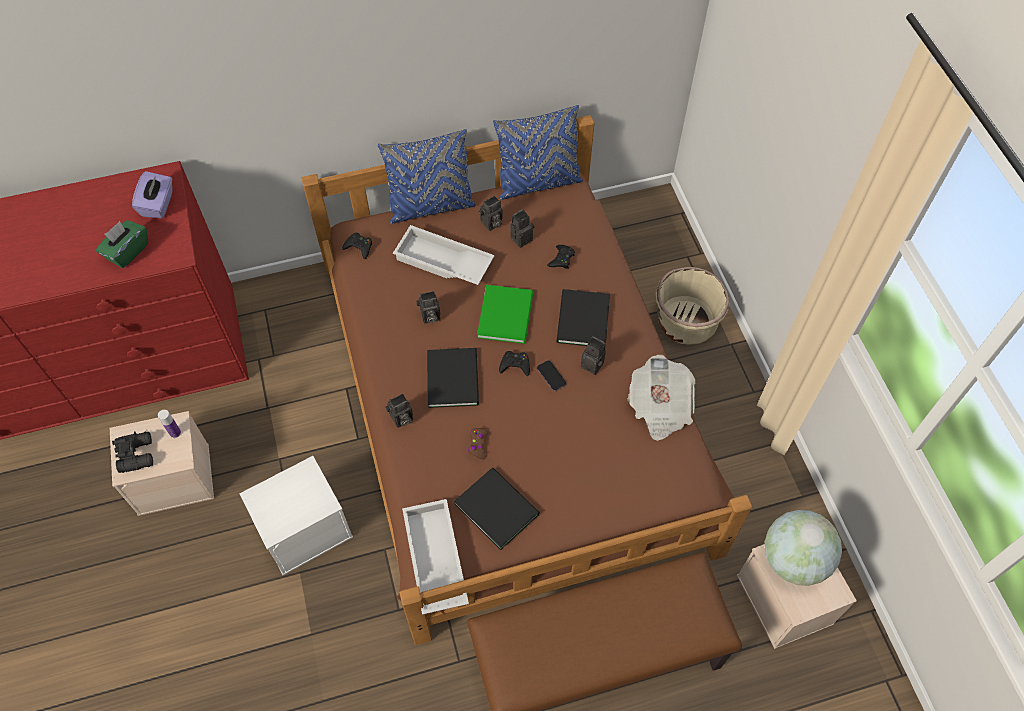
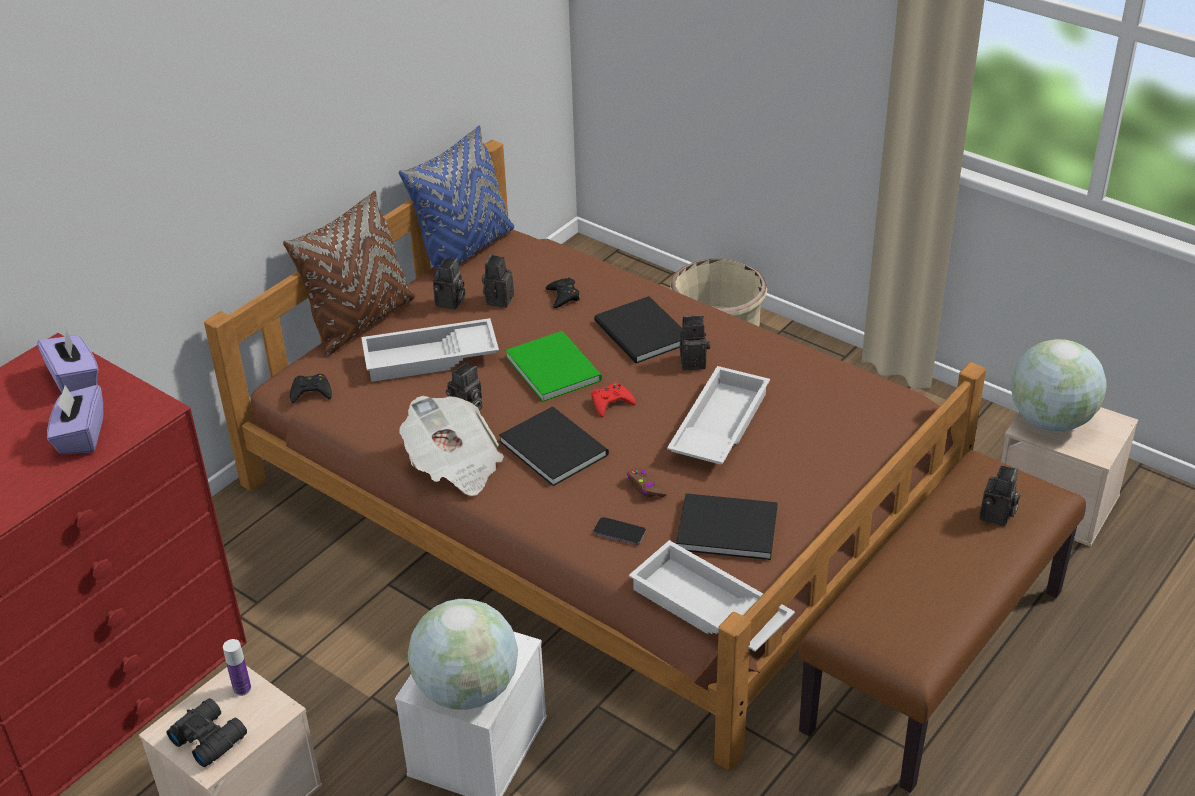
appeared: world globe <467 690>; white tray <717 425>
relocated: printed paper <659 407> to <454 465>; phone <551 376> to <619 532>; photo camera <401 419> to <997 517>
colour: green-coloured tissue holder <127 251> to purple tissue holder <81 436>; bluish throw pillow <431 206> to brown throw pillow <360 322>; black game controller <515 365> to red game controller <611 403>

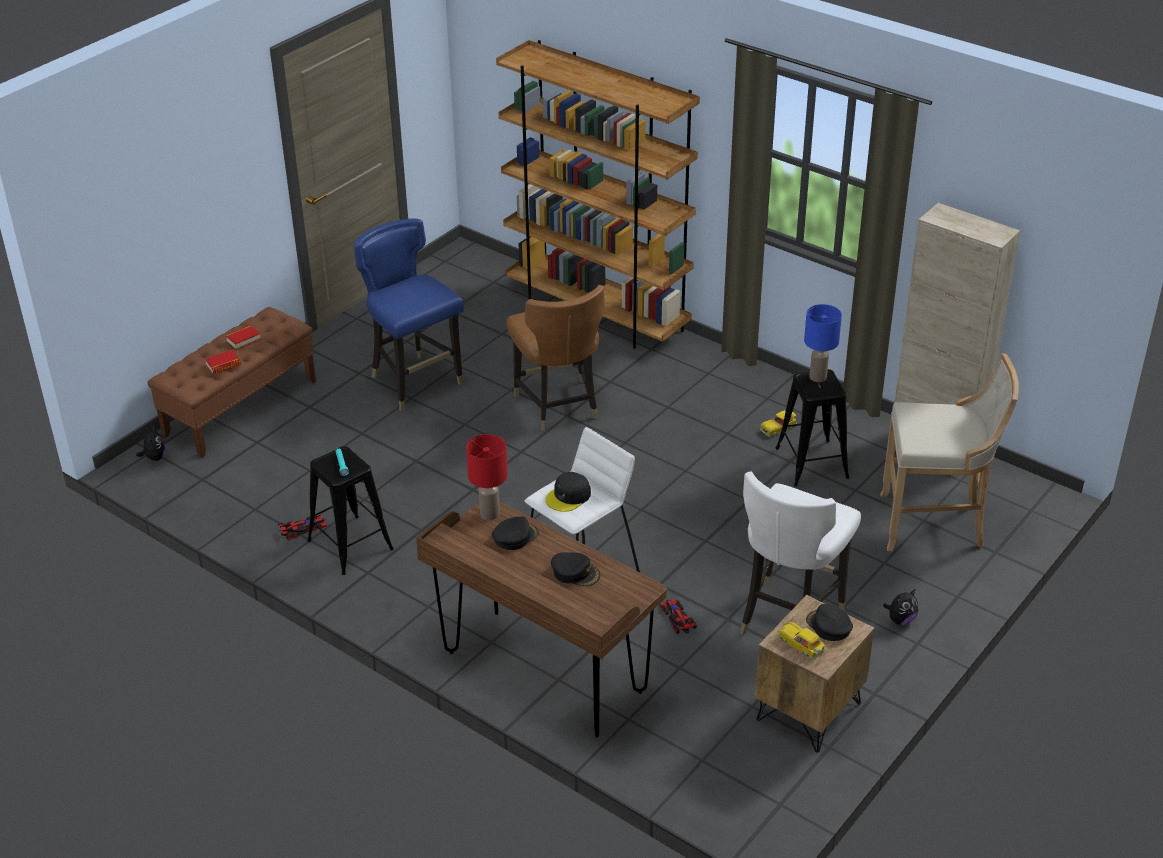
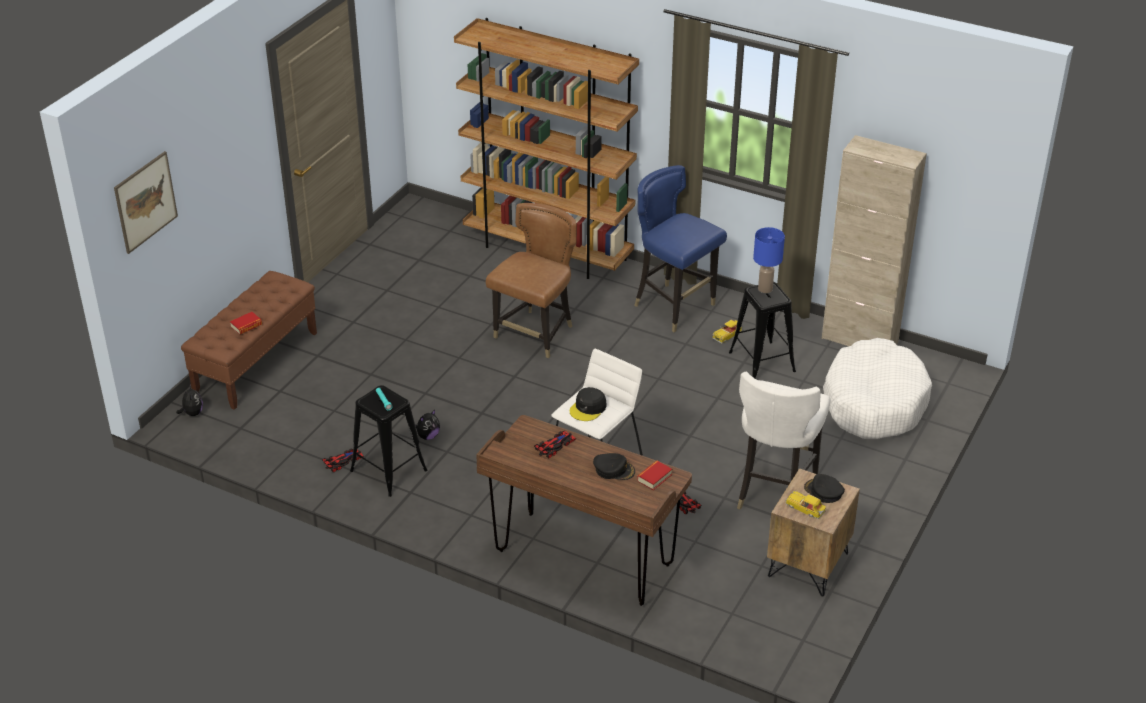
missing: red table lamp <490 514>
appeared: picture <145 202>
relocated: plush toy <900 620> to <428 436>; bluish chair <415 383> to <674 307>; bound book <243 340> to <654 478>
exchanged: black peaked cap <515 537> to miniature car <555 445>; sand-coloured stool <935 524> to white pet bed <874 402>
spun: brown chair <558 405> = <535 334> 120 degrees counterclockwise

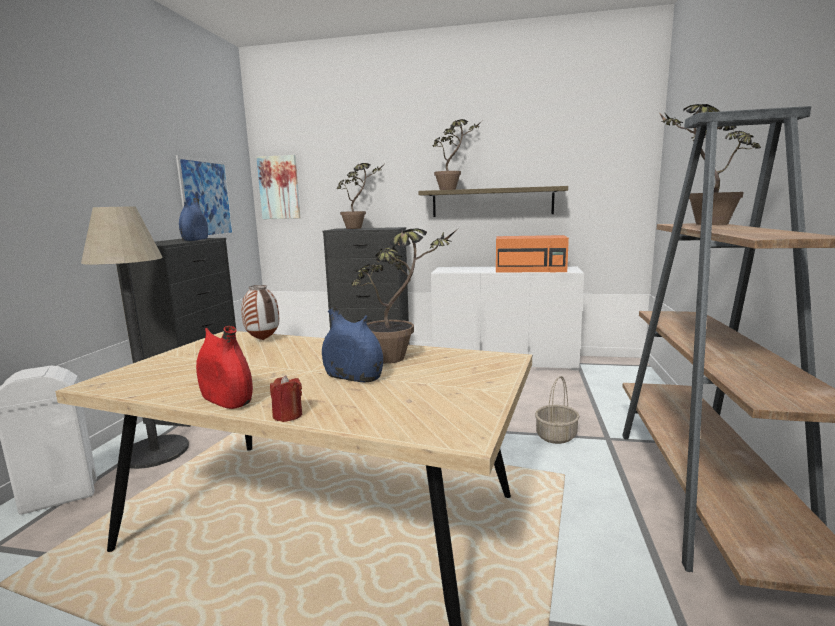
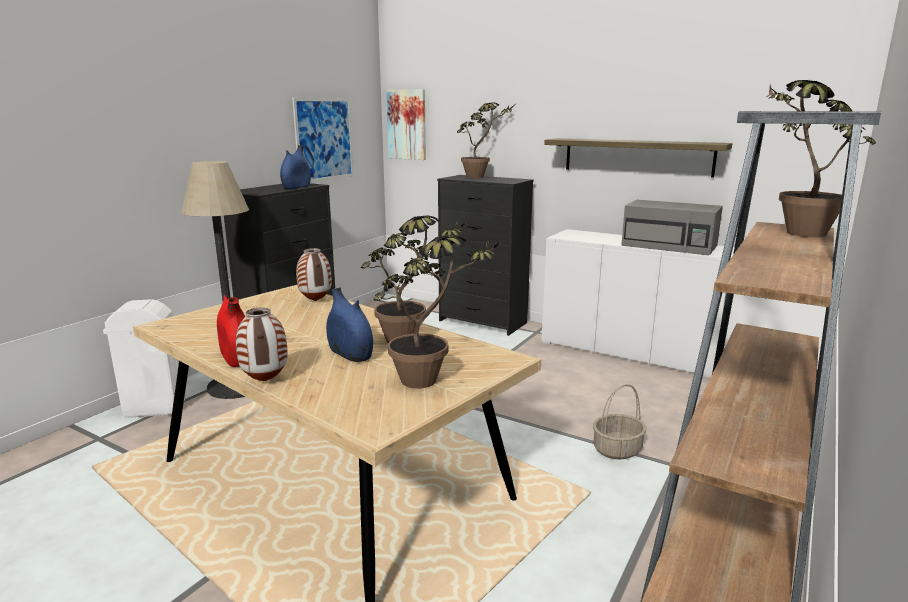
relocated: potted plant <453 189> to <432 381>
exchanged: red wax light <287 415> to vase <266 381>
colour: orange microwave oven <531 269> to gray microwave oven <670 245>

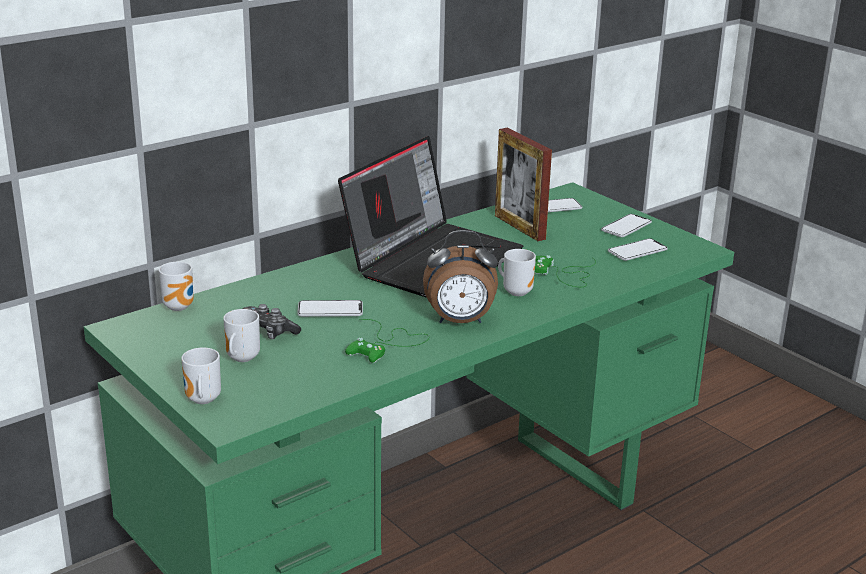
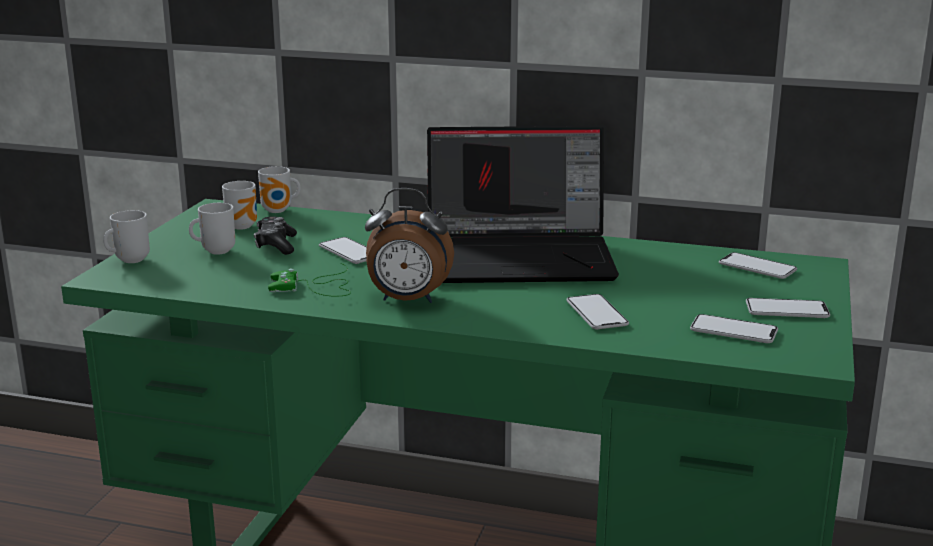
missing: picture frame <519 227>
relocated: mug <516 291> to <244 226>
exchanged: green-coloured game controller <563 275> to phone <596 313>
spun: alarm clock <460 321> = <408 300> 45 degrees counterclockwise

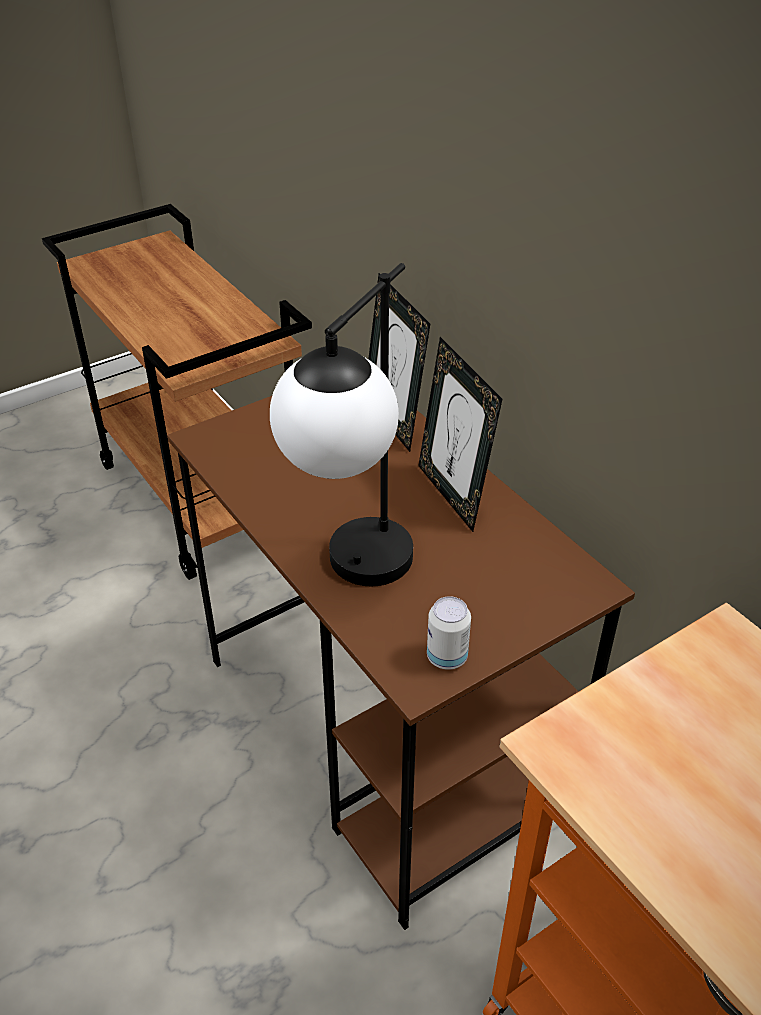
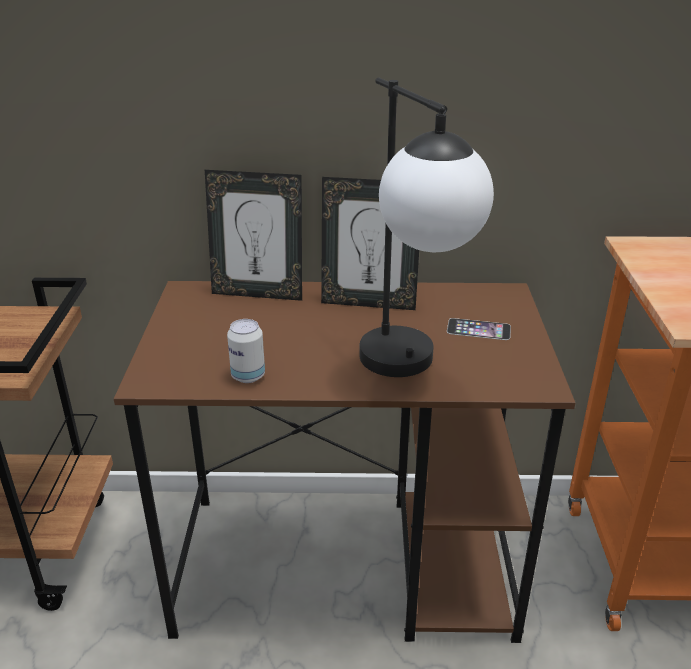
appeared: phone <478 329>
relocated: can <447 657> to <248 376>

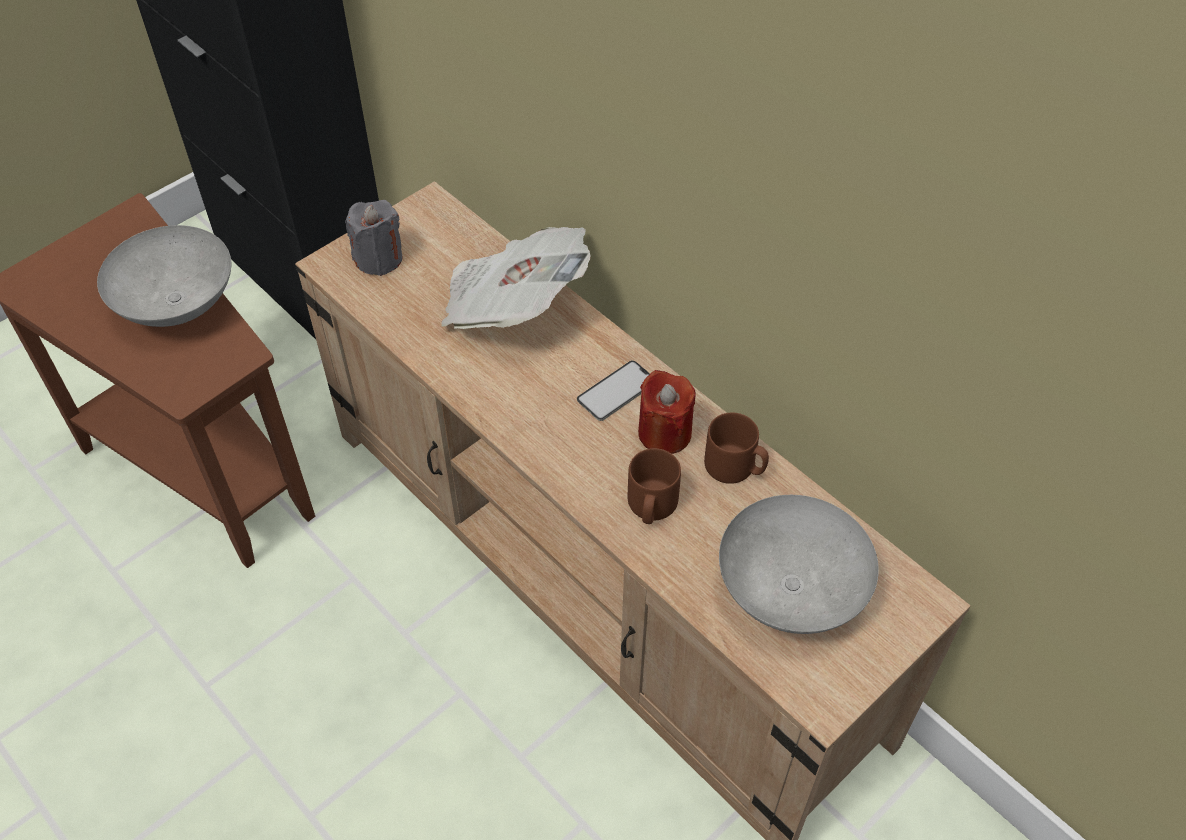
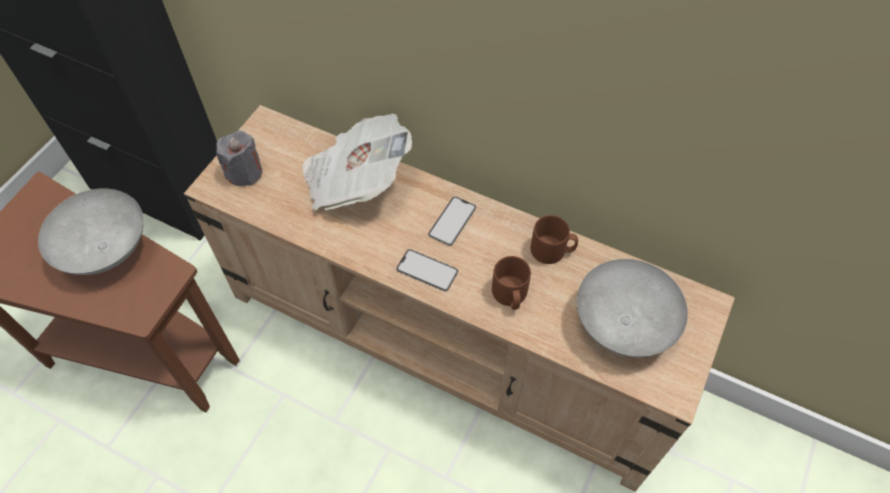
missing: red wax light <664 433>
appeared: phone <427 270>

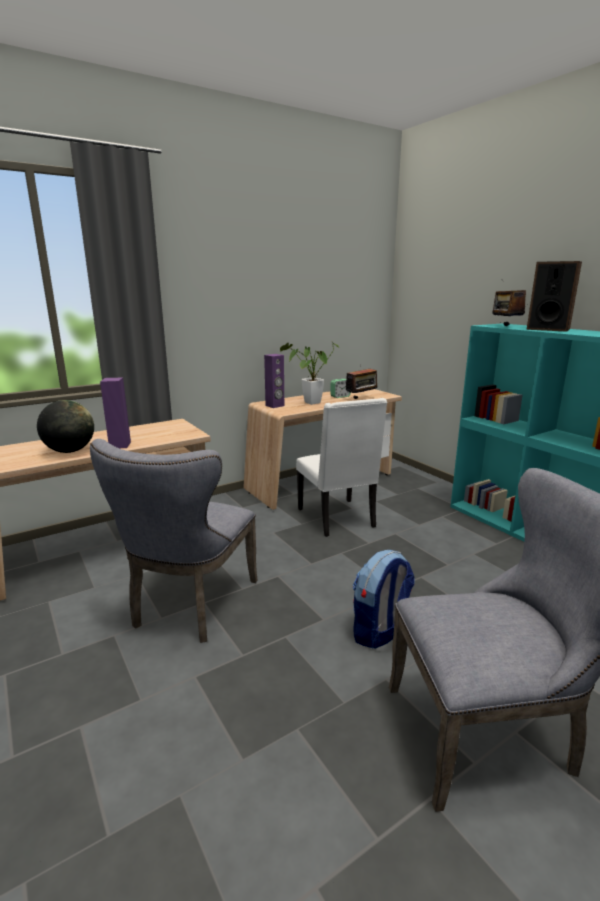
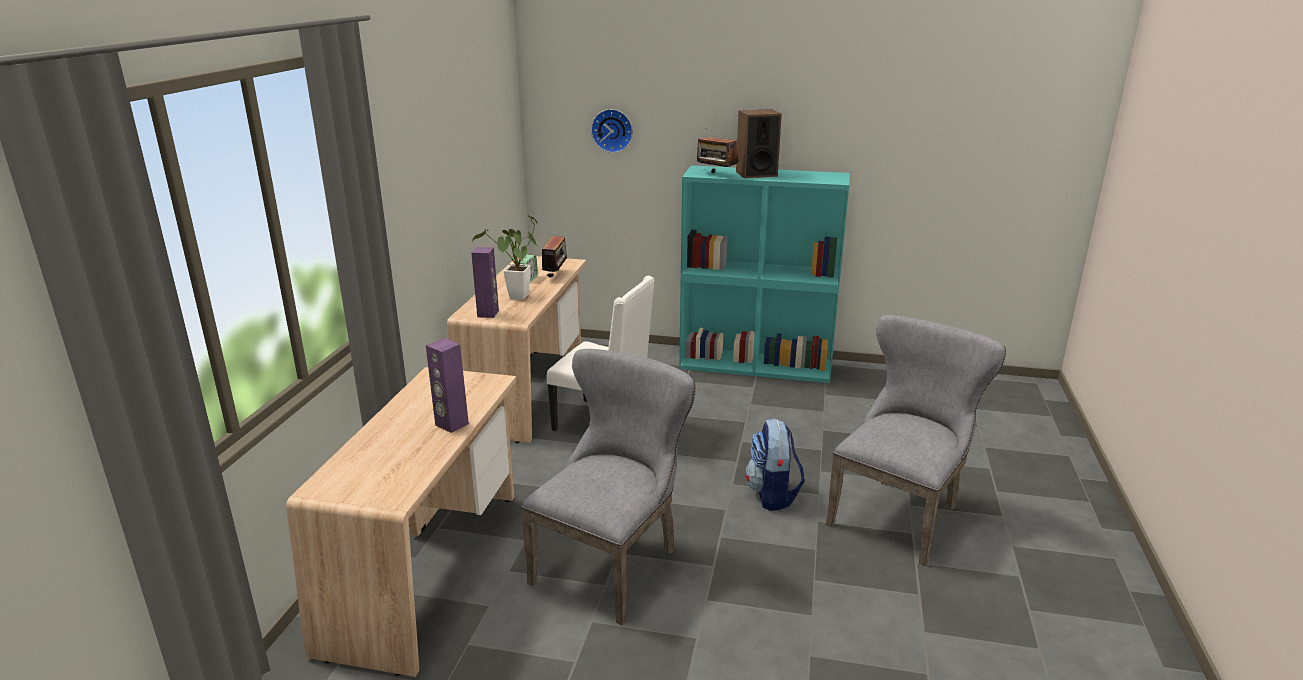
missing: world globe <70 451>
appeared: wall clock <612 130>
spun: gray chair <190 606> = <612 563> 120 degrees counterclockwise

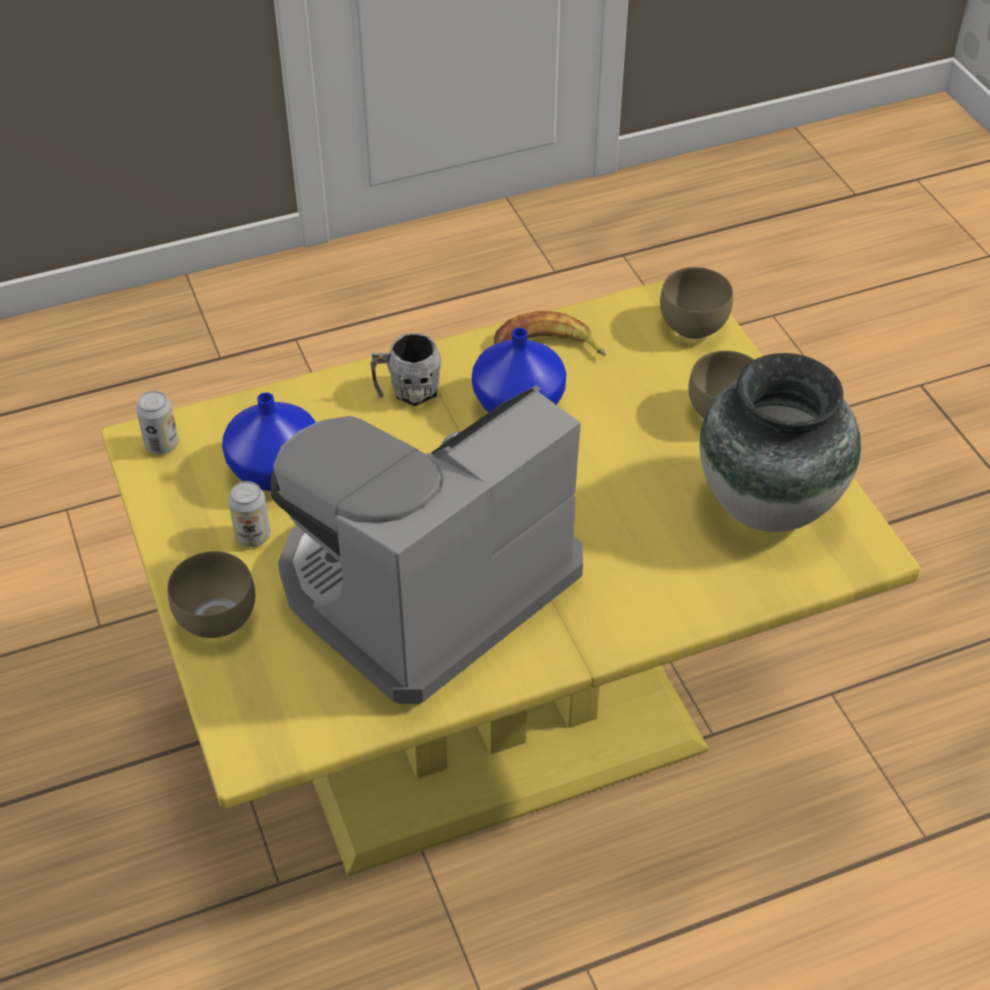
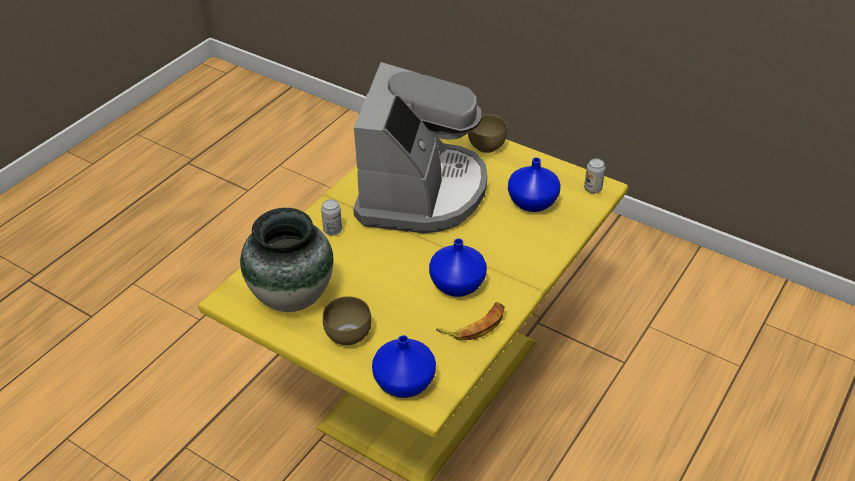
missing: gray mug <407 392>
relocated: can <253 536> to <332 230>
exchanged: brown deep dish <694 328> to bluish vase <403 382>

